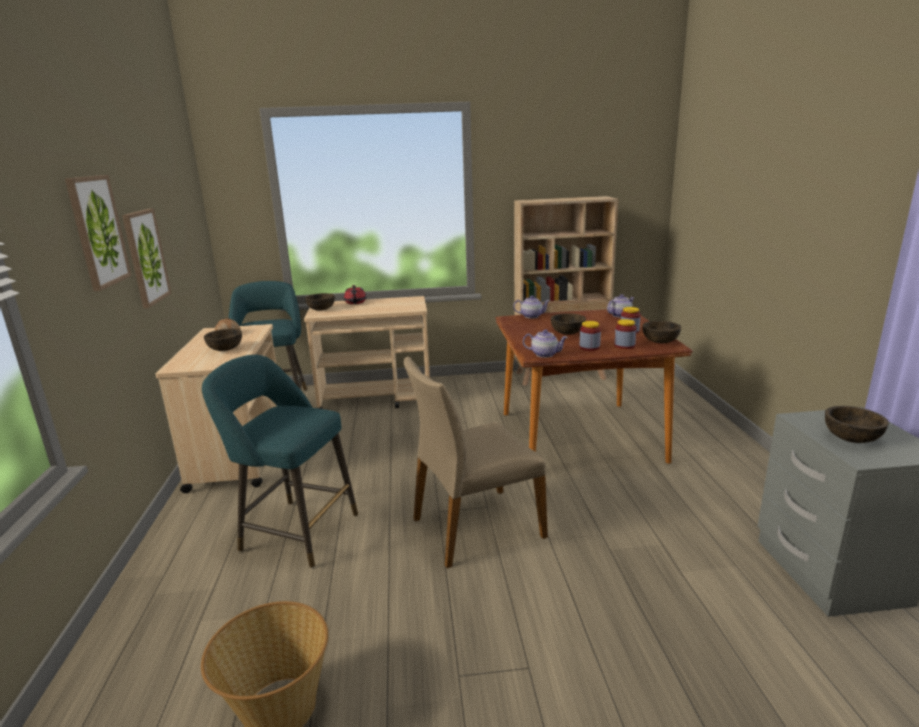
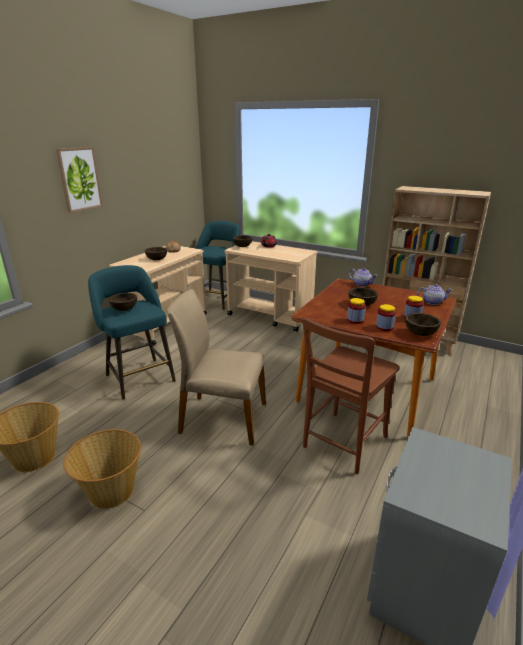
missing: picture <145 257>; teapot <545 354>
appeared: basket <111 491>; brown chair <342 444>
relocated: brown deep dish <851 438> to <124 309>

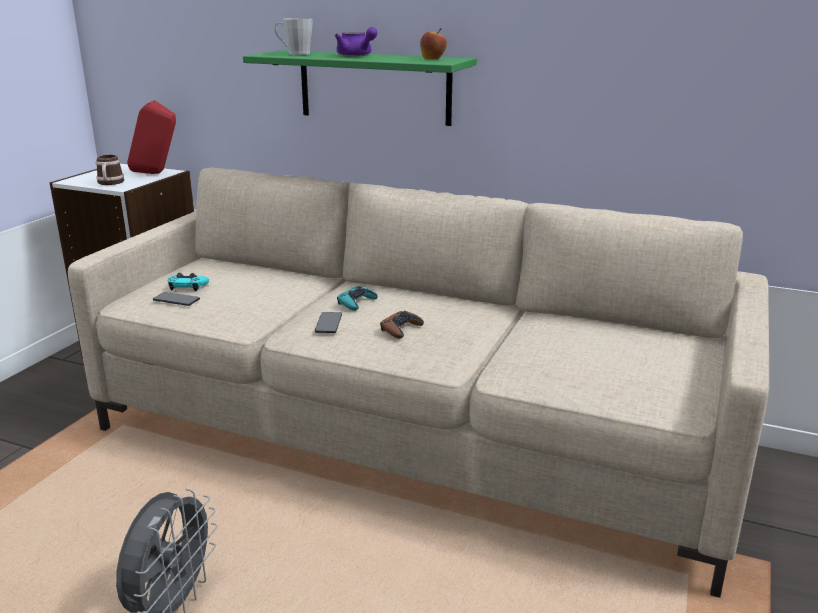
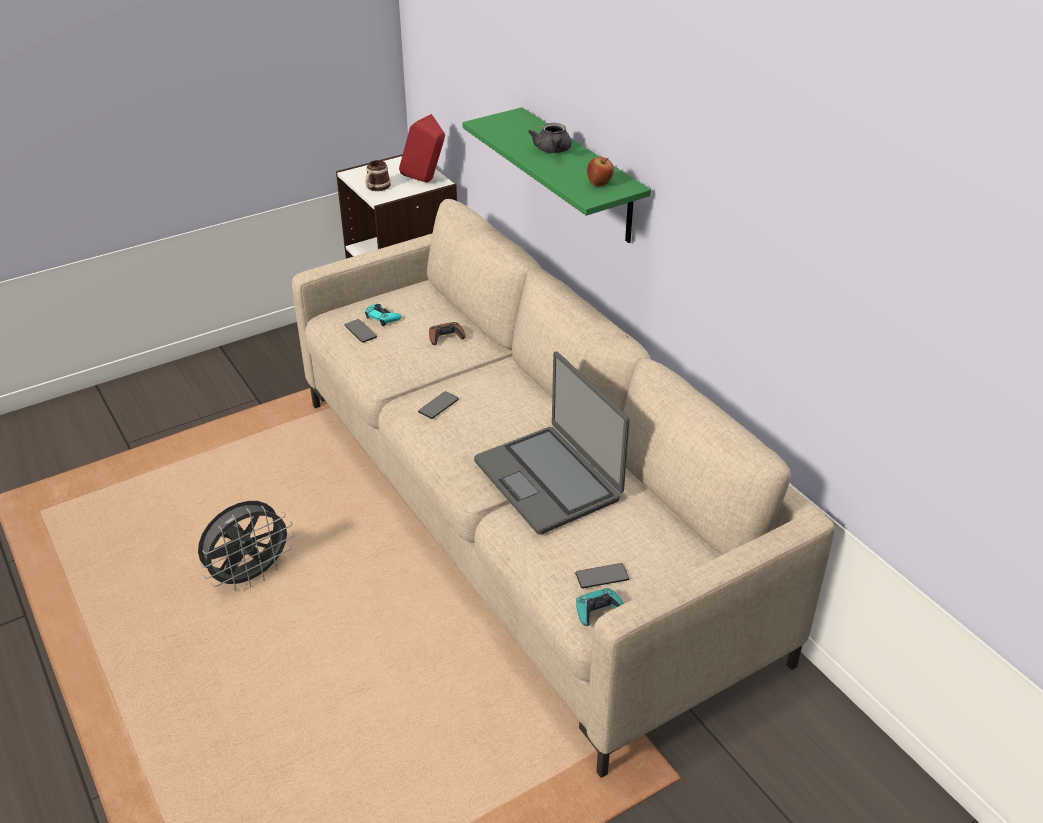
missing: gray mug <294 53>
appeared: portable computer <548 480>; phone <602 576>
relocated: brown game controller <401 329> to <446 337>; turquoise game controller <356 302> to <598 610>
colour: purple teapot <356 55> to gray teapot <552 150>

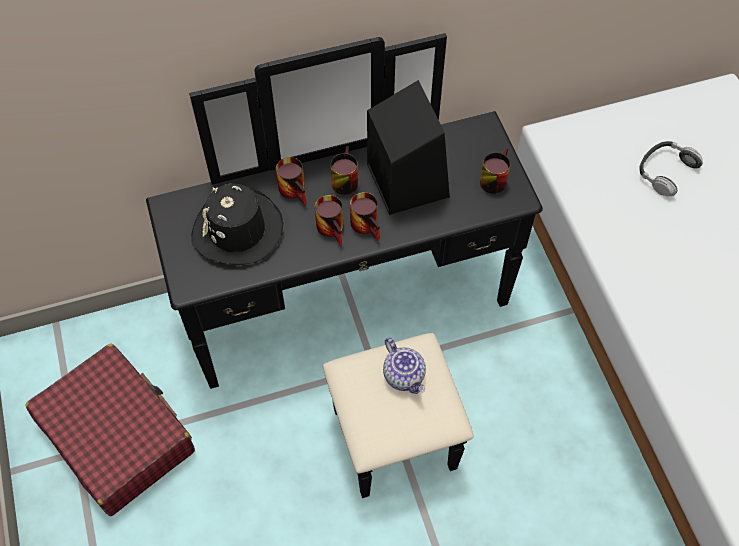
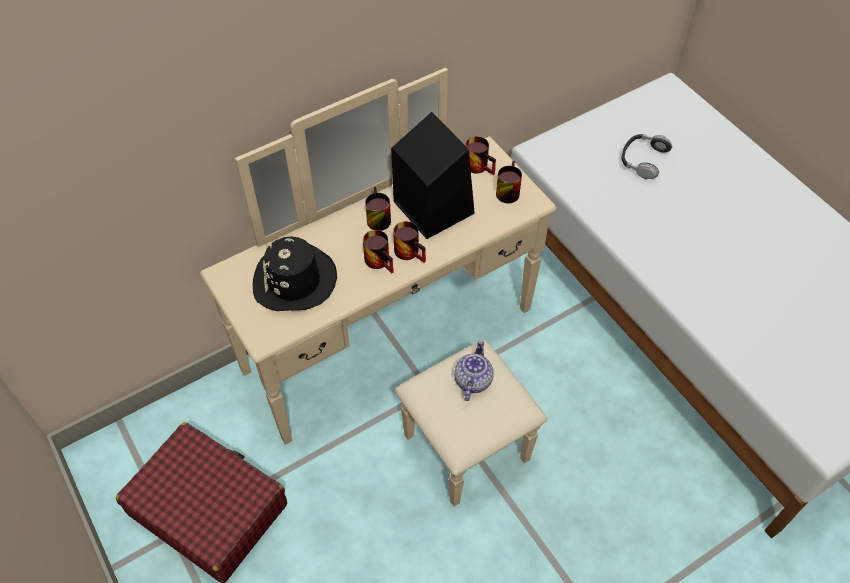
relocated: mug <296 190> to <480 166>
colour: black chest of drawers <359 331> to sand-coloured chest of drawers <407 362>
spun: teapot <404 375> = <472 380> 120 degrees counterclockwise

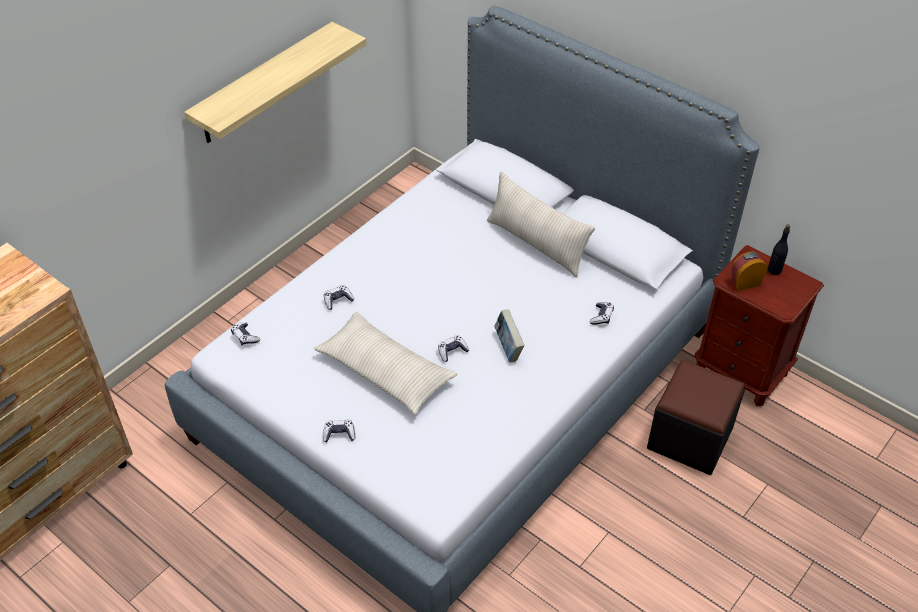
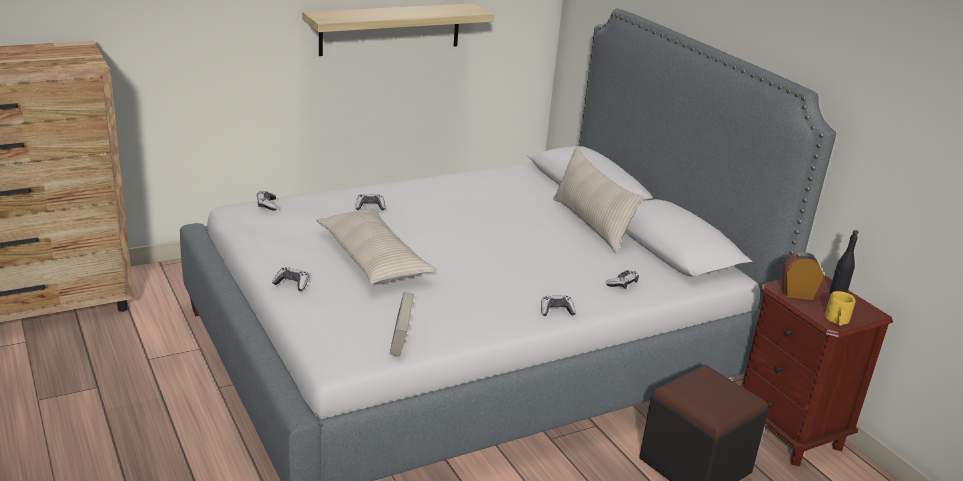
appeared: yellow-coloured mug <837 320>
relocated: bound book <508 348> to <400 343>; game controller <452 351> to <556 311>

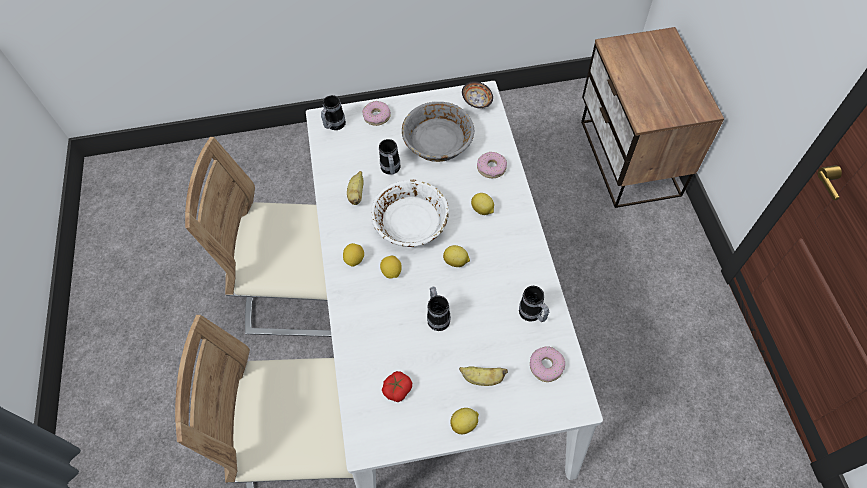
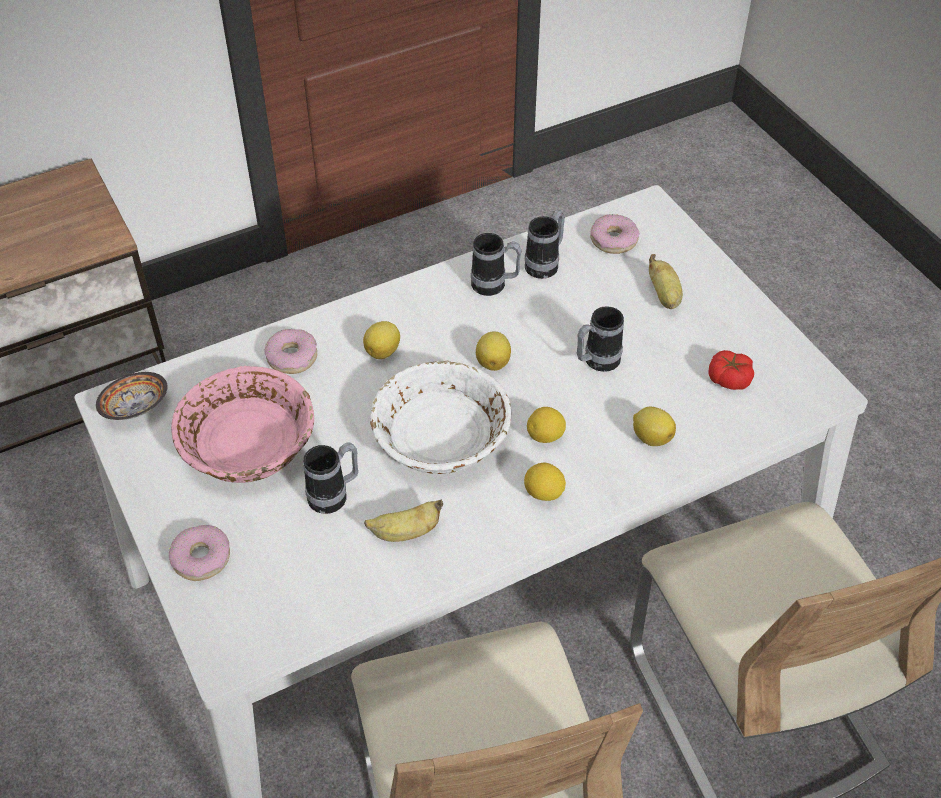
relocated: mug <334 126> to <495 286>; citrus fruit <465 424> to <651 437>
colour: gray deep dish <437 141> to pinkish deep dish <248 444>

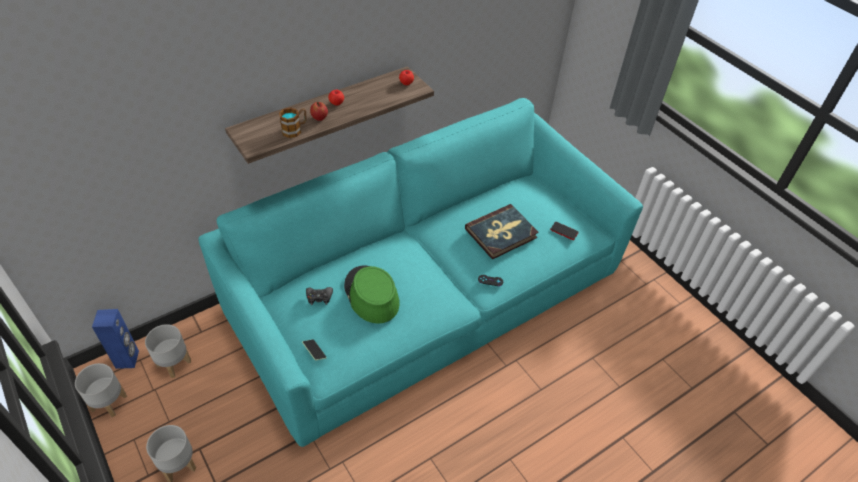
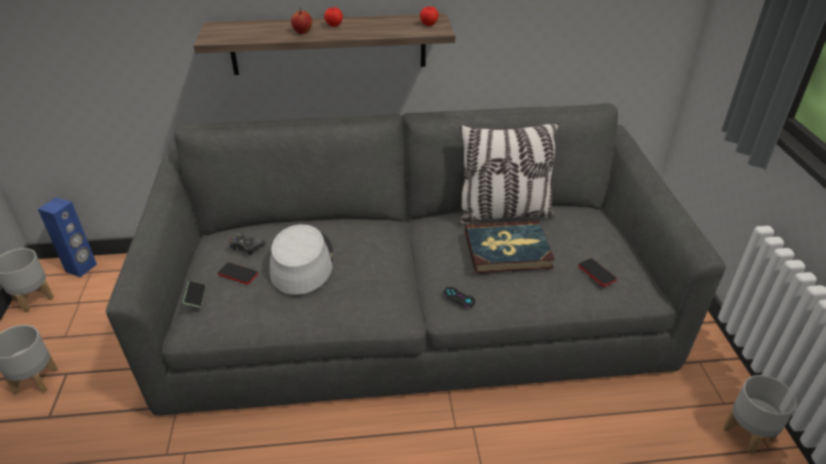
missing: mug <295 129>
appeared: phone <238 274>; throw pillow <504 214>
relocated: gray plant pot <173 363> to <747 433>
colour: turquoise settee <425 291> to gray settee <413 308>; green-coloured clothing hat <371 295> to gray clothing hat <301 262>

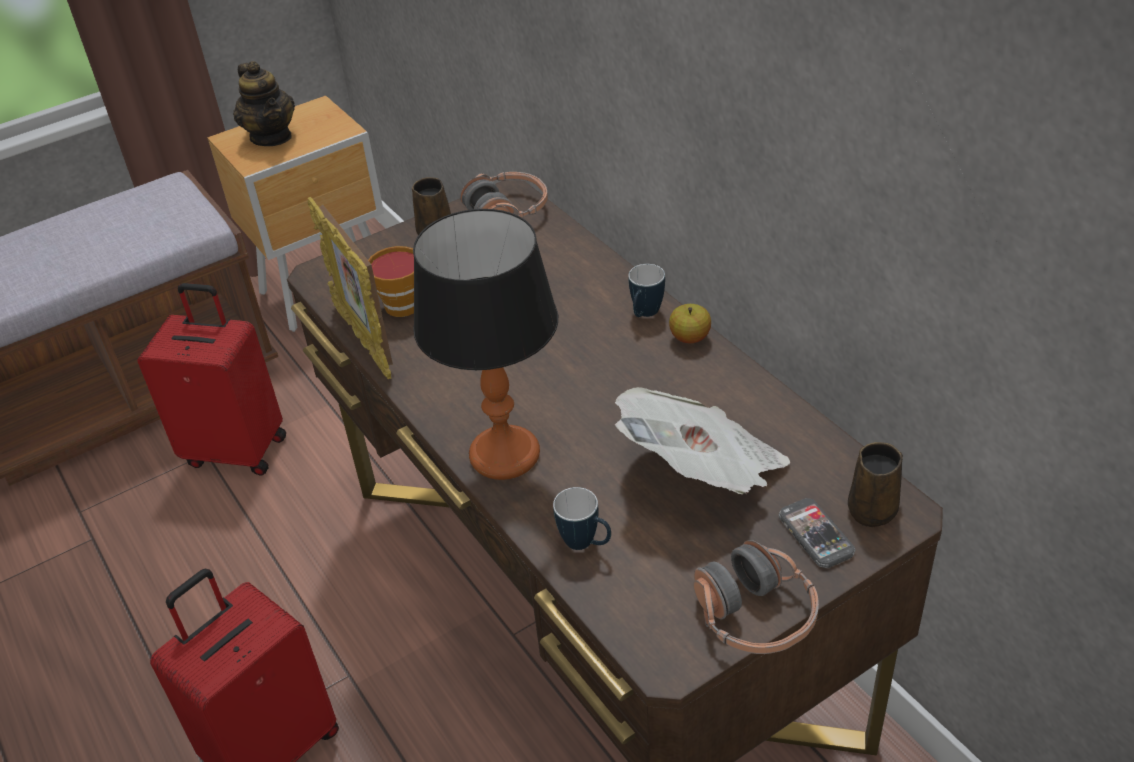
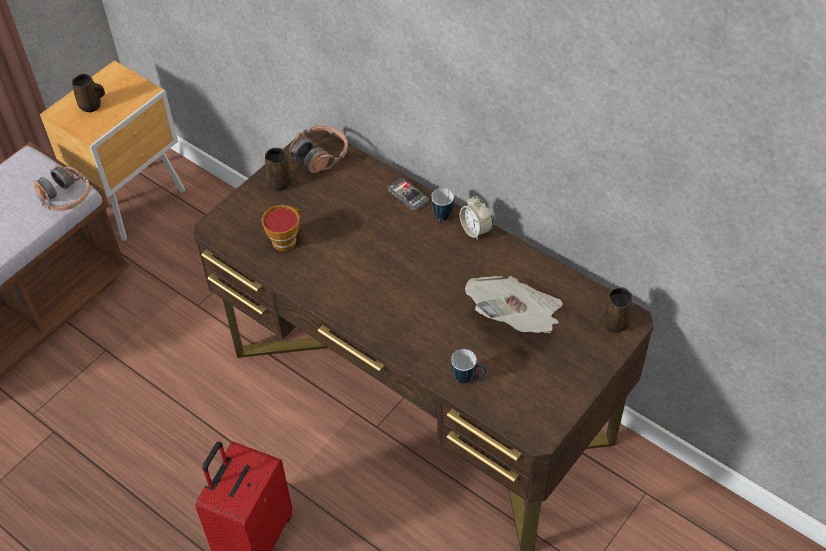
missing: red travel case <237 449>; picture frame <364 341>; table lamp <504 454>
relocated: headset <755 615> to <65 197>; phone <816 535> to <408 195>
exchanged: teapot <271 137> to brown mug <92 106>; whole apple <690 338> to alarm clock <475 230>

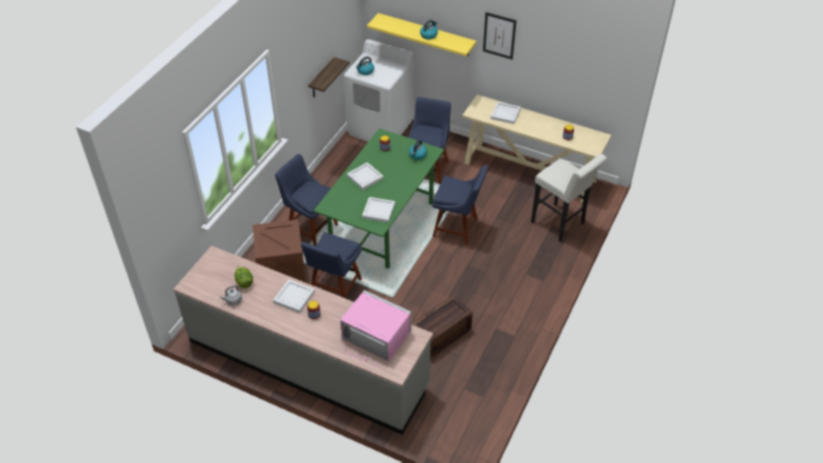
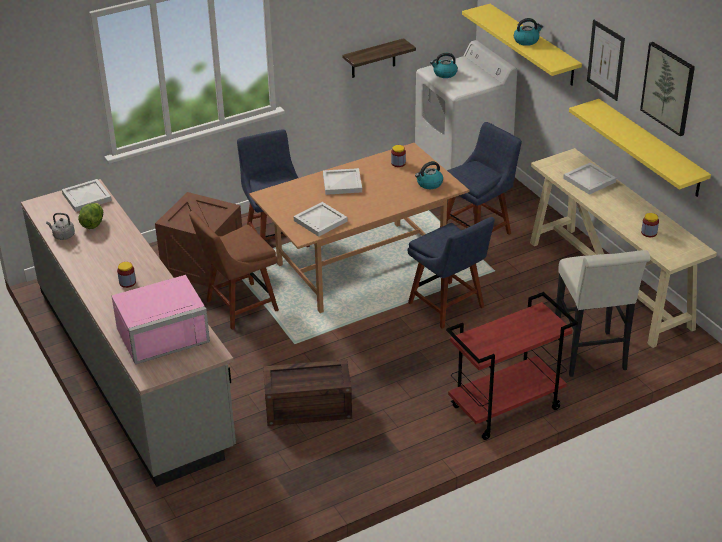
appeared: red trolley <505 409>; yellow-coloured bracket shelf <650 148>; picture <668 88>
relocated: white tray <295 297> to <87 197>
colour: bluish chair <334 288> to brown chair <238 307>; green-coloured kitchen table <382 225> to brown kitchen table <360 267>
spun: pinkish microwave oven <373 338> = <161 333> 90 degrees clockwise

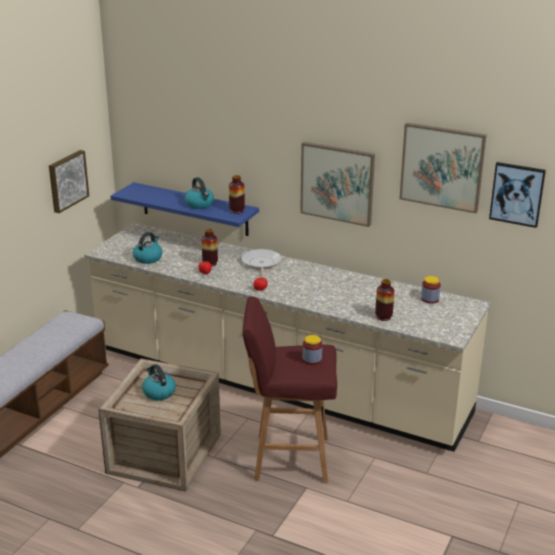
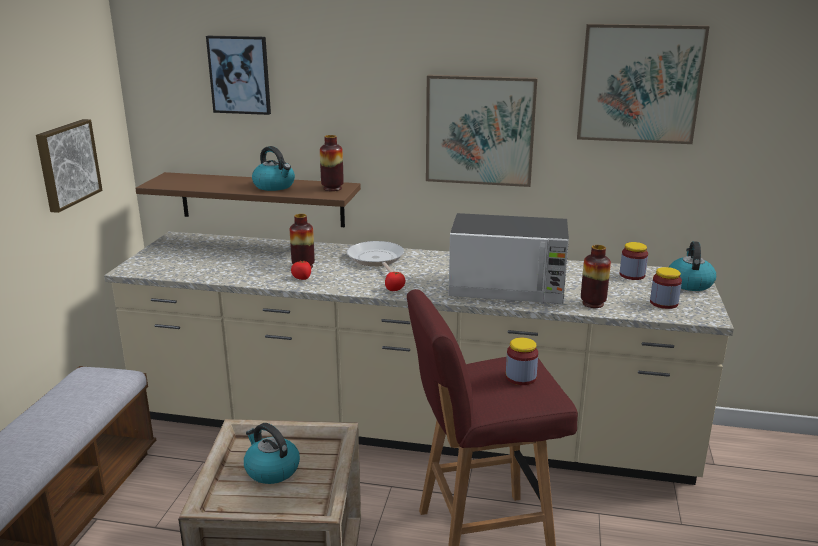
appeared: microwave oven <507 289>; jar <663 303>
relocated: picture <517 194> to <240 75>; water kettle <148 258> to <689 283>
colour: bluish bracket shelf <195 209> to brown bracket shelf <261 199>

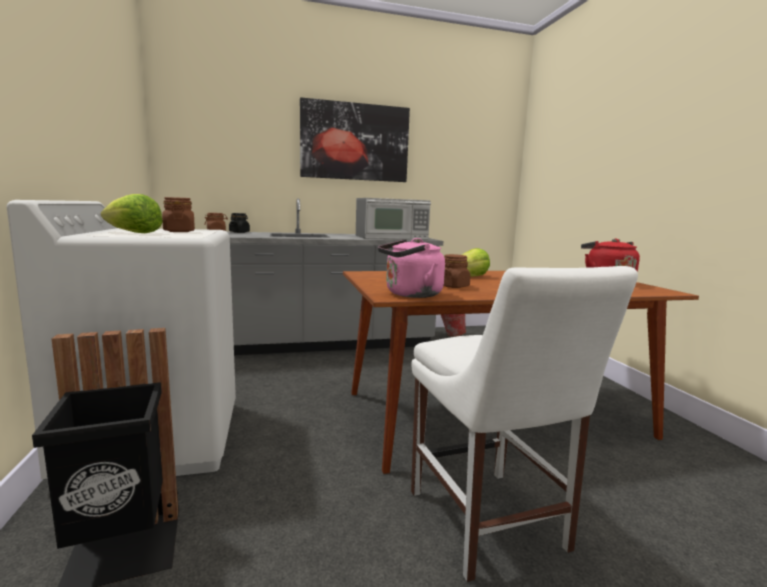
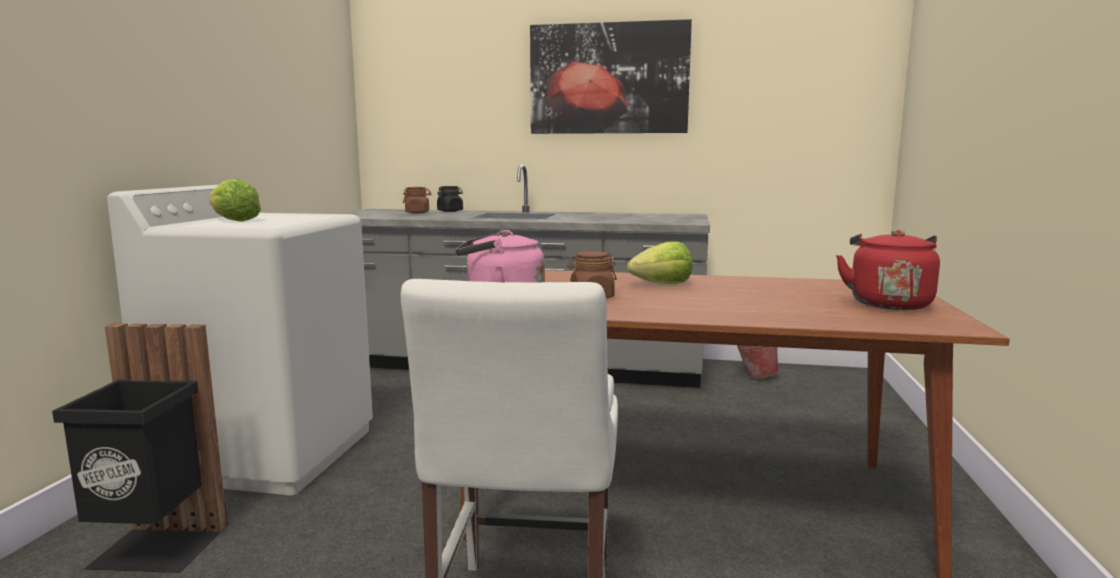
missing: brown jar <179 231>; microwave oven <392 237>

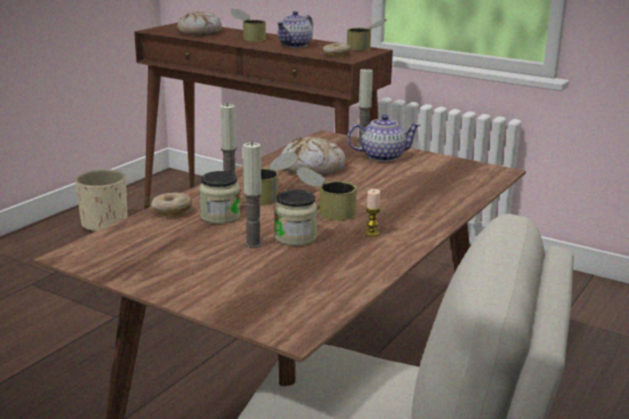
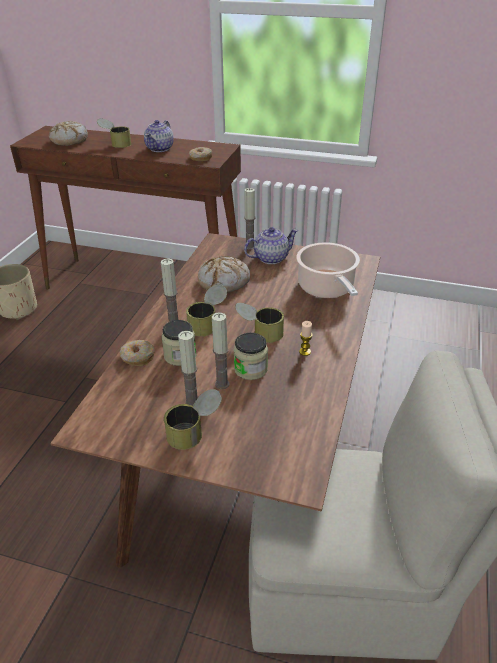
appeared: wax light <192 403>; stockpot <327 288>
relocated: can <366 48> to <195 432>

